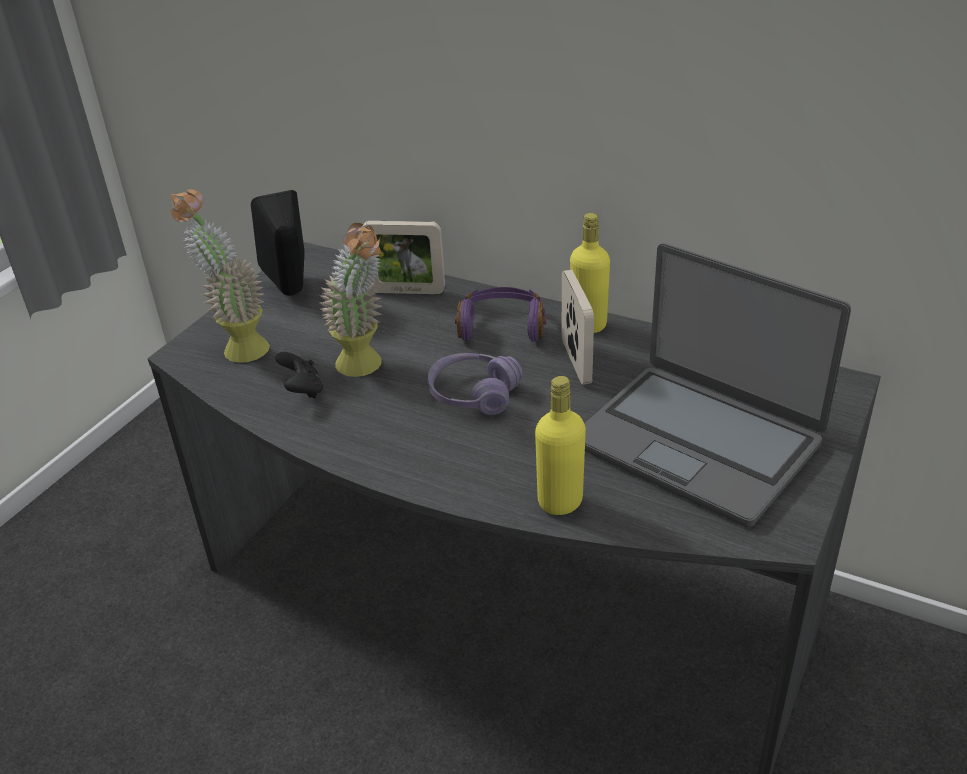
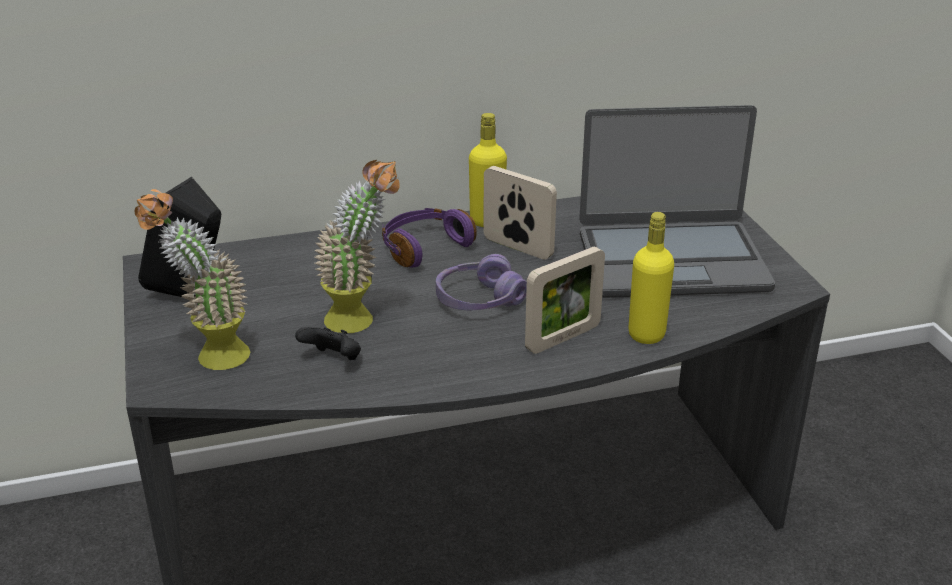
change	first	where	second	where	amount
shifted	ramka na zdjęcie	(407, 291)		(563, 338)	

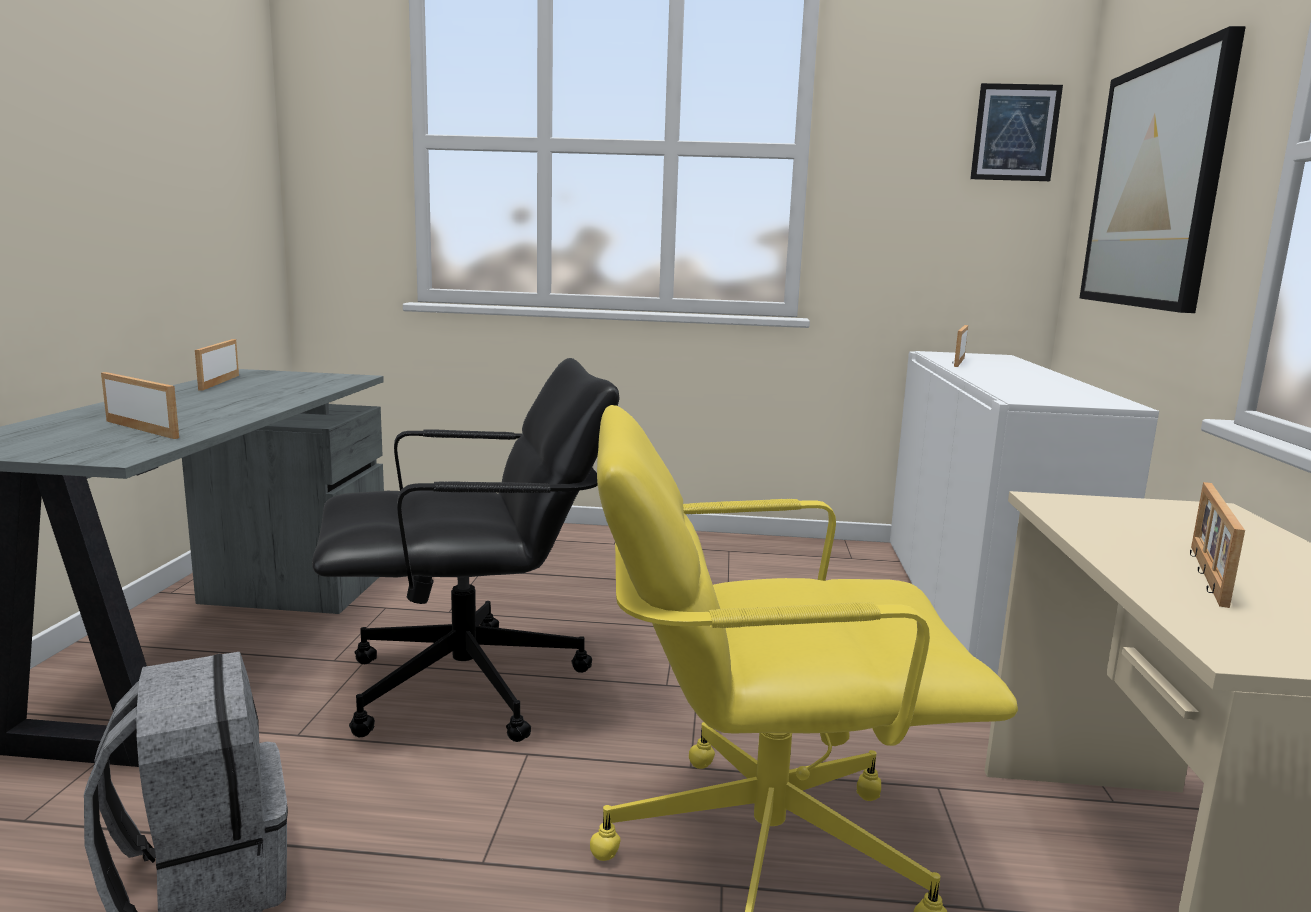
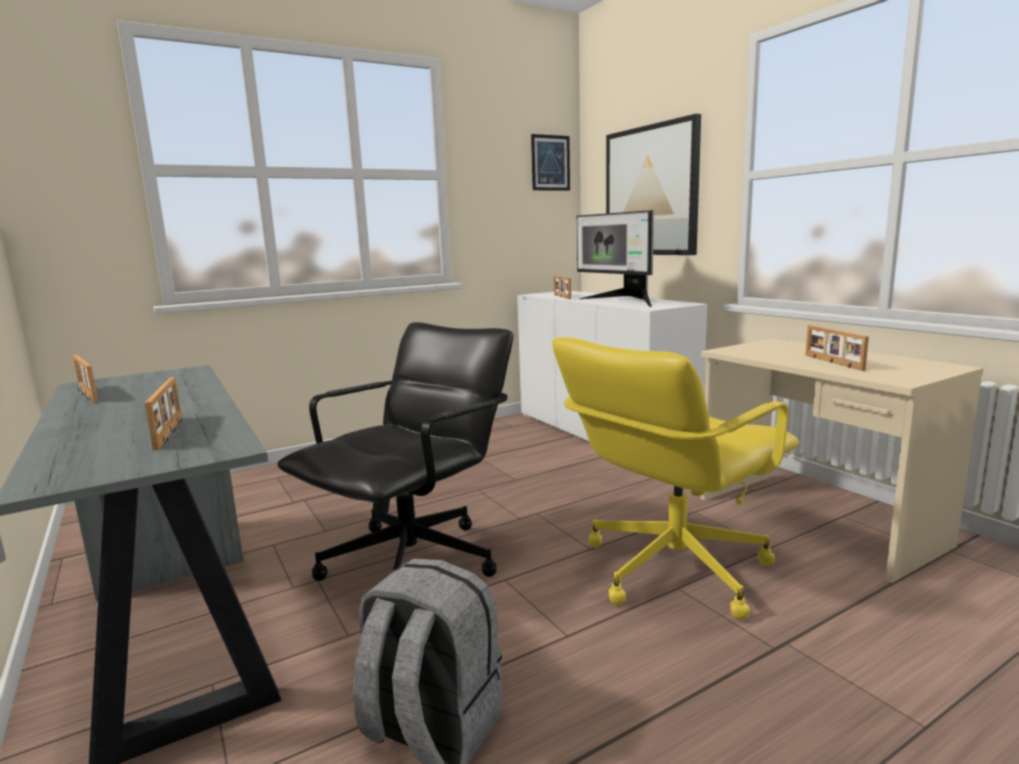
change	first	where	second	where	amount
rotated	ramka na zdjęcie	(143, 429)		(170, 432)	75 degrees clockwise
new			monitor	(623, 301)	

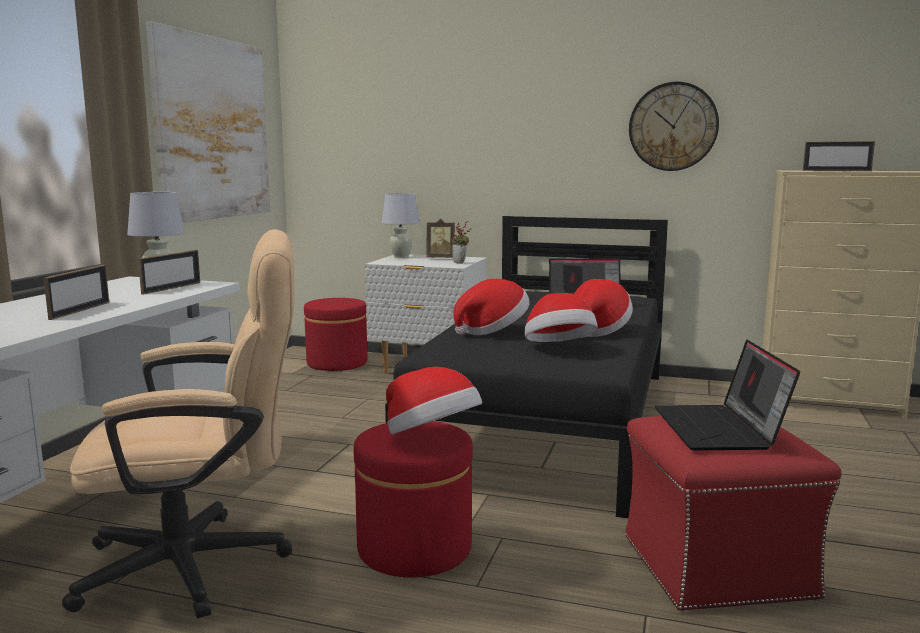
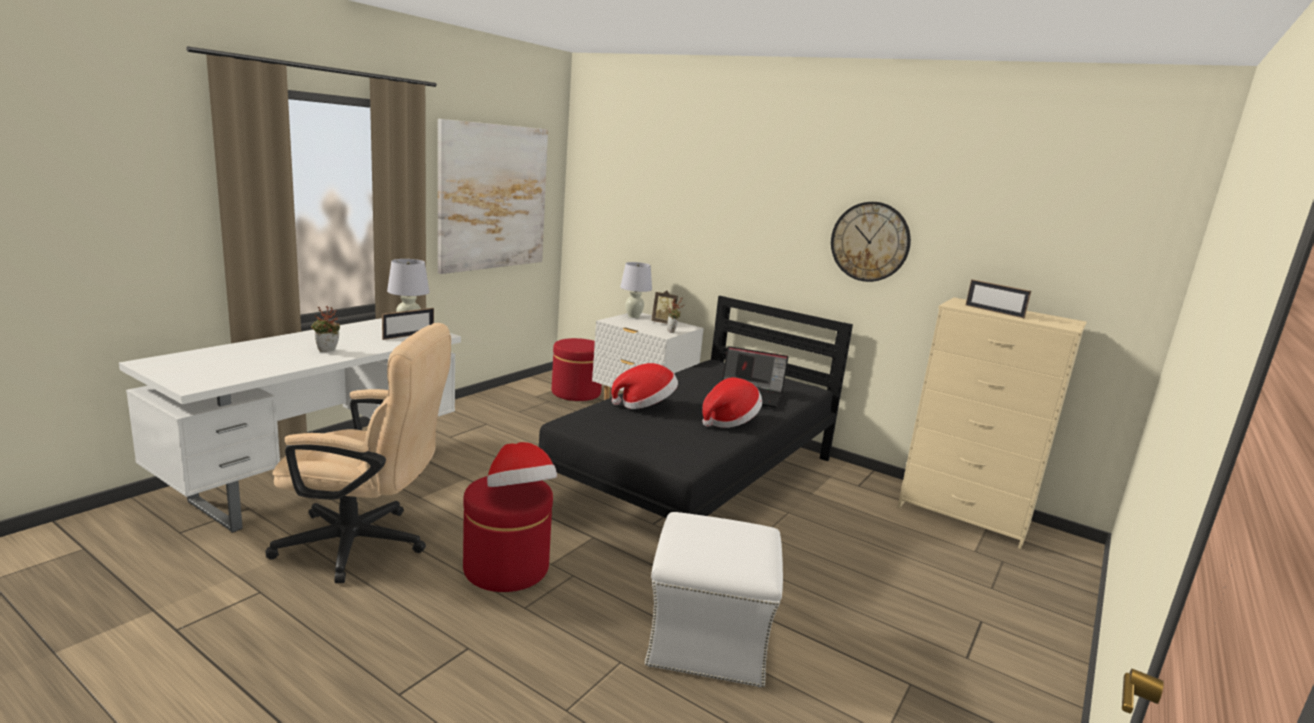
change	first	where	second	where	amount
swapped	ramka na zdjęcie	(80, 310)	roślina doniczkowa	(327, 351)	
repainted	pufa [czerwony]	(715, 567)	pufa [biały]	(707, 640)	
gone	kapelusz	(559, 348)			
gone	laptop	(720, 430)			

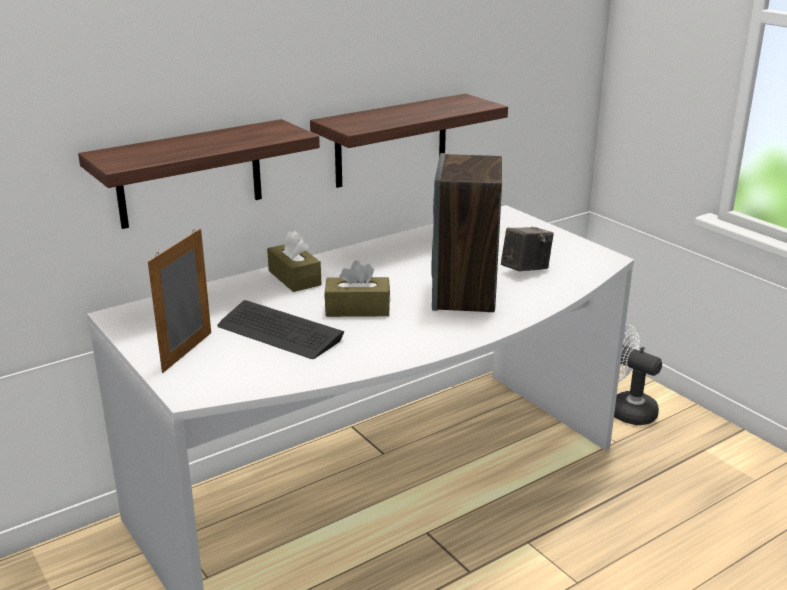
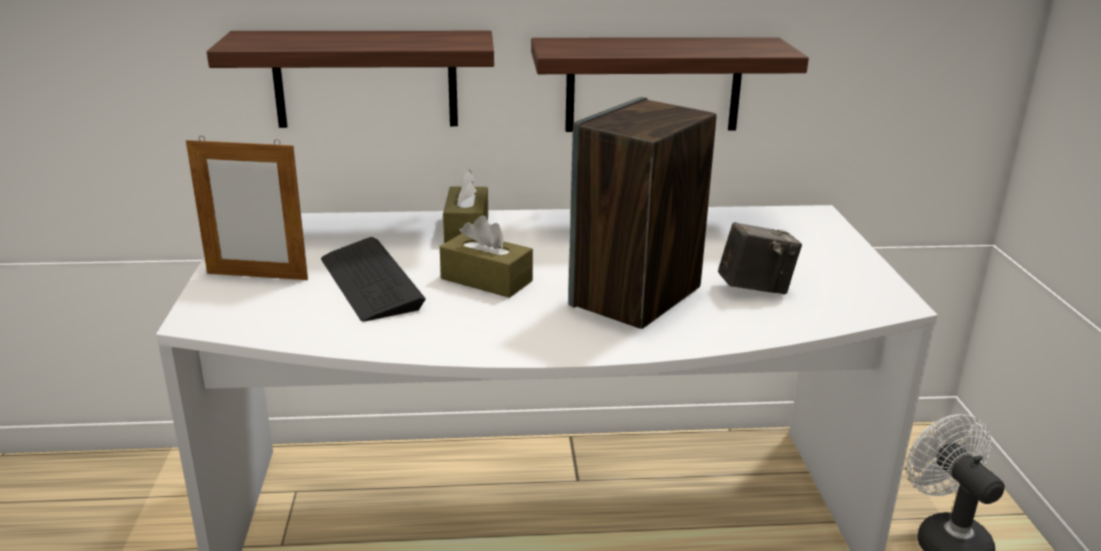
change	first	where	second	where	amount
rotated	ramka na zdjęcie	(187, 352)		(257, 276)	135 degrees counterclockwise

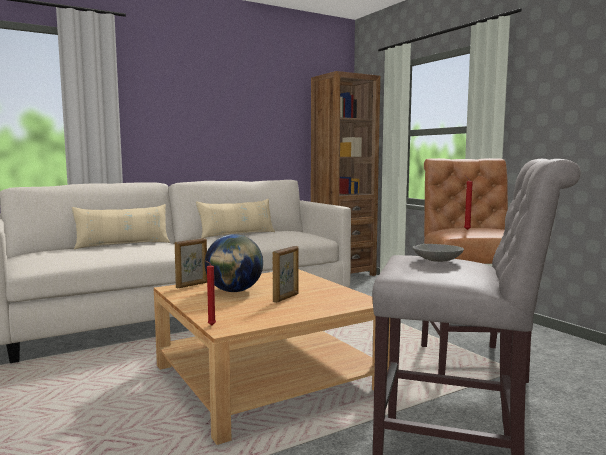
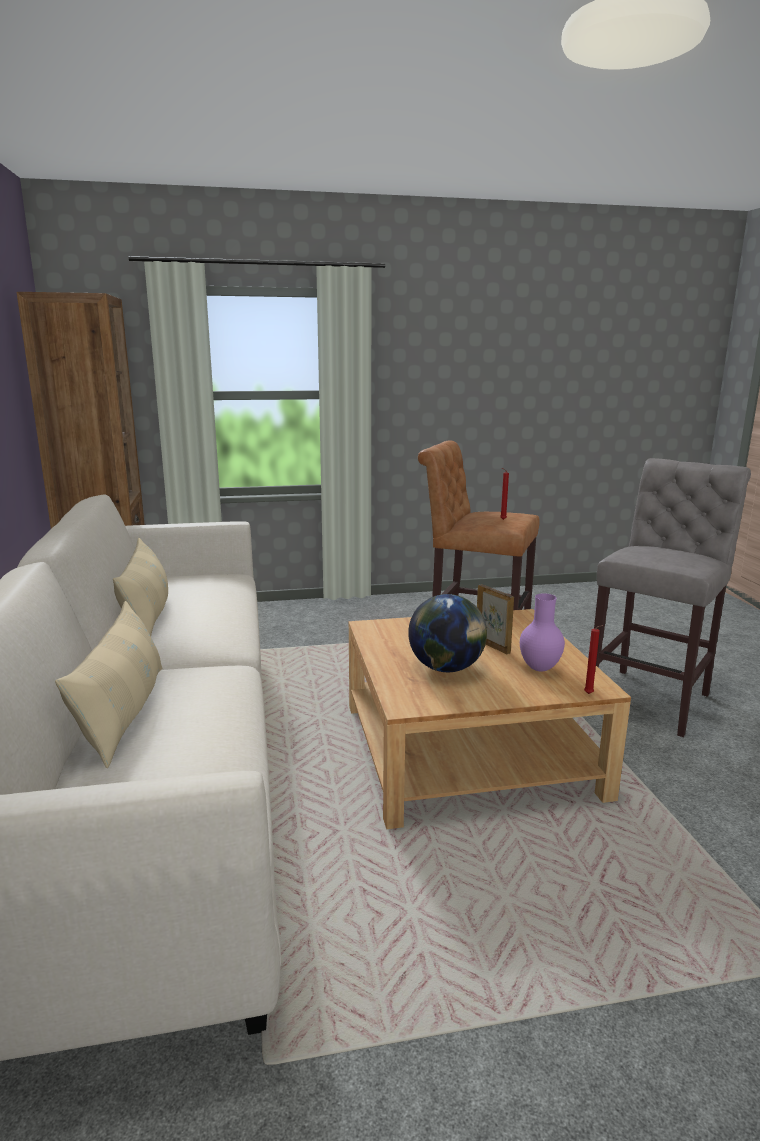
change	first	where	second	where	amount
new			wazon [fioletowy]	(538, 668)	
gone	ramka na zdjęcie	(192, 285)			
gone	miska [szary]	(437, 260)			

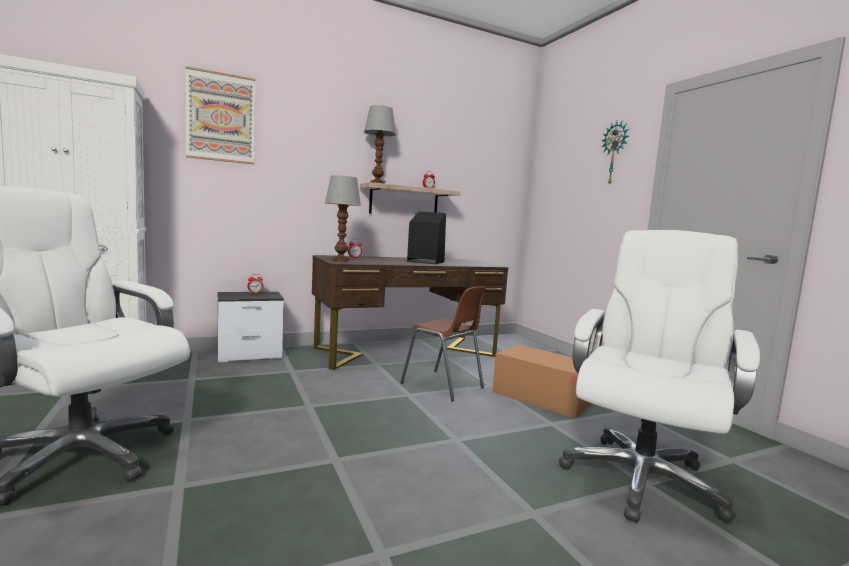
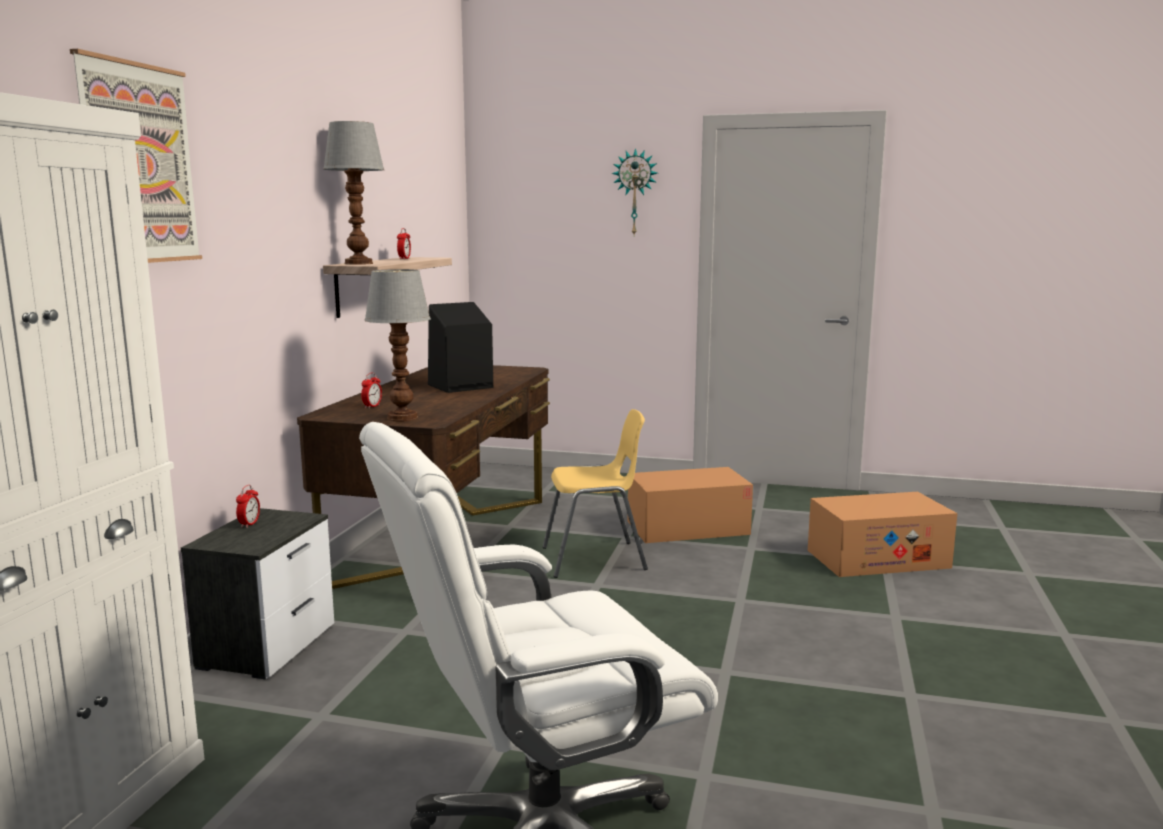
change	first	where	second	where	amount
repainted	krzesło [brązowy]	(443, 386)	krzesło [żółty]	(595, 559)	
swapped	krzesło biurowe [biały]	(641, 479)	karton	(877, 559)	

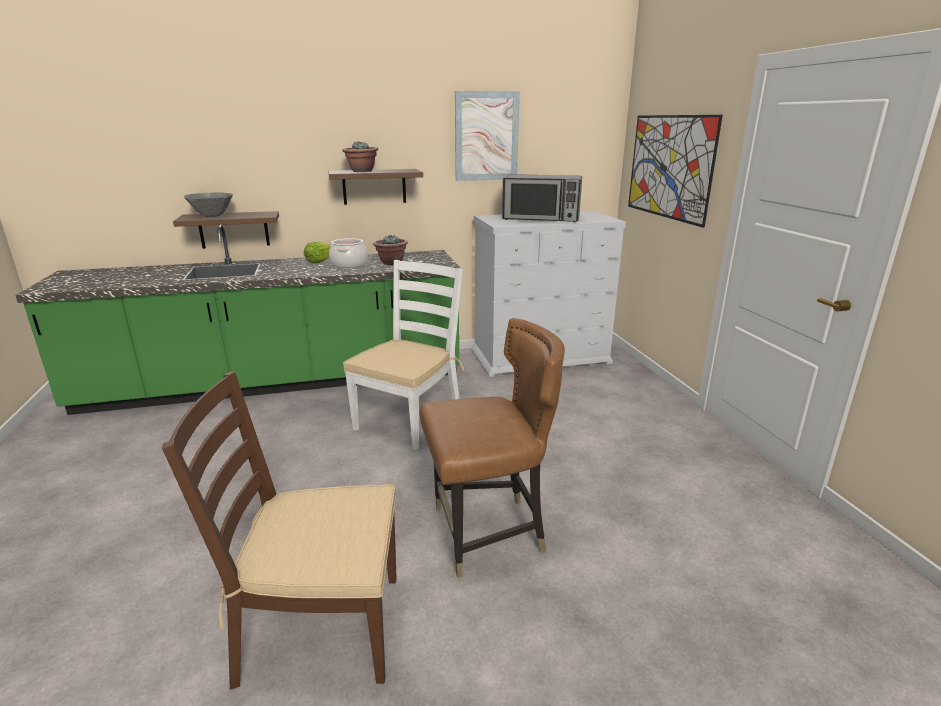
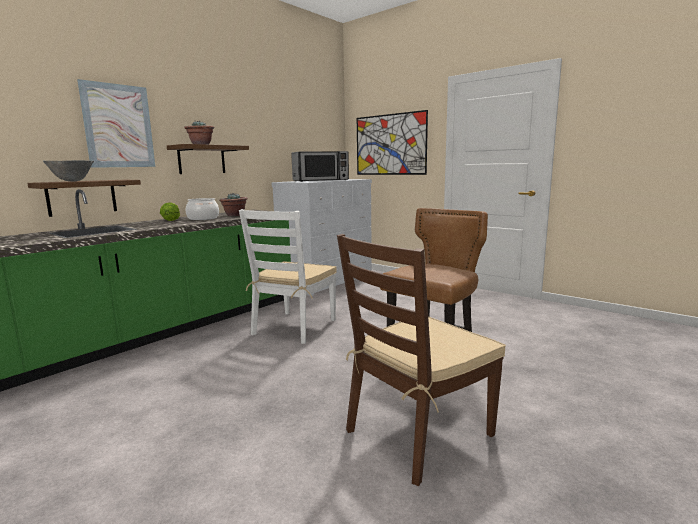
change	first	where	second	where	amount
shifted	obraz	(486, 136)		(118, 126)	
rotated	krzesło [biały]	(409, 420)		(294, 327)	150 degrees counterclockwise

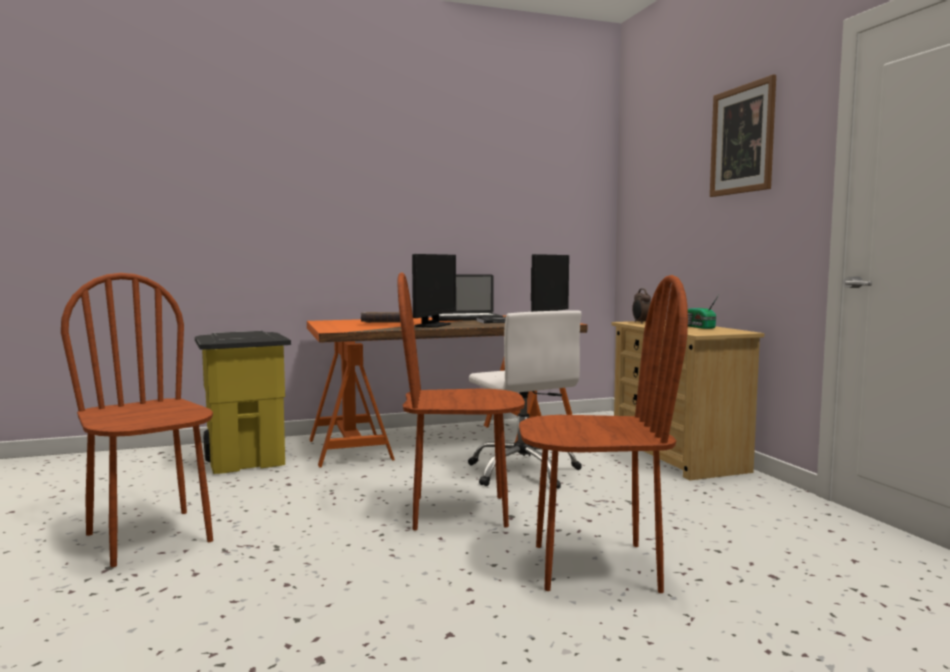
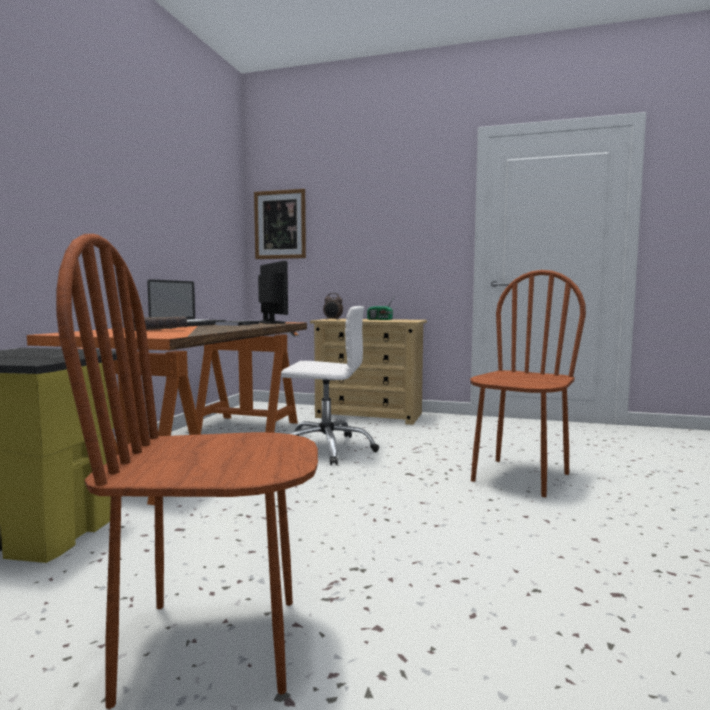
change	first	where	second	where	amount
shifted	obraz	(742, 140)		(280, 225)	
gone	krzesło [brązowy]	(459, 512)			
gone	monitor	(433, 325)			

